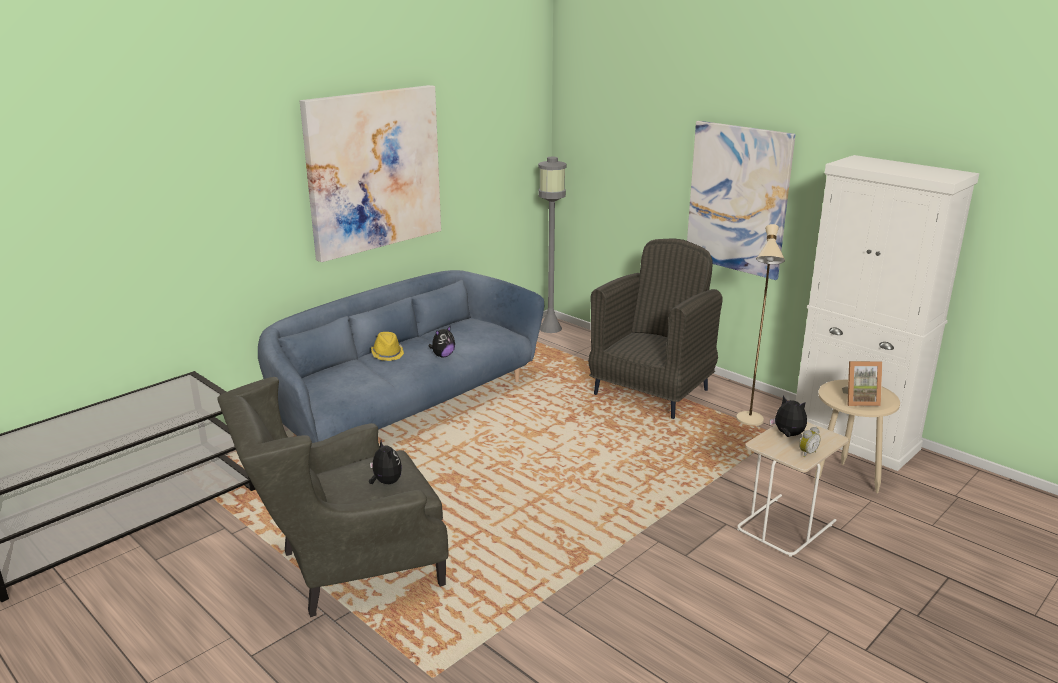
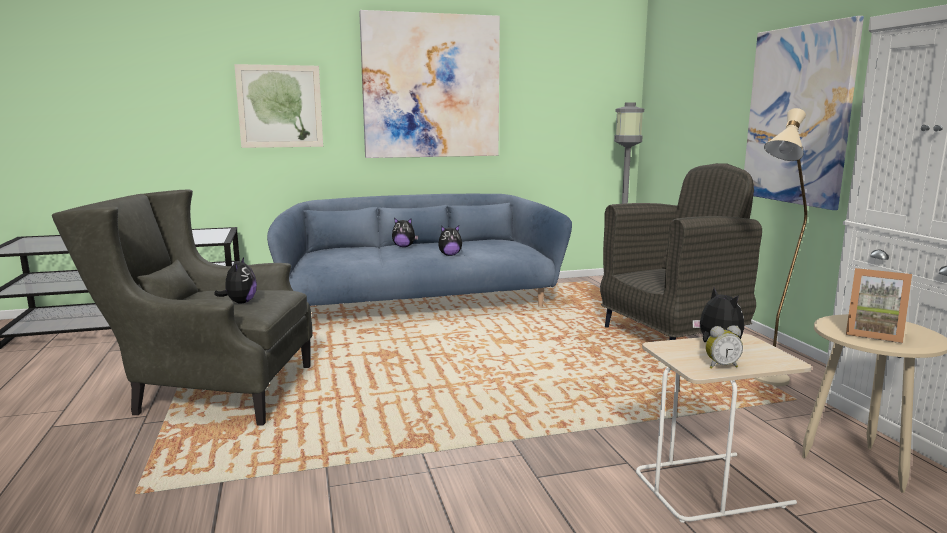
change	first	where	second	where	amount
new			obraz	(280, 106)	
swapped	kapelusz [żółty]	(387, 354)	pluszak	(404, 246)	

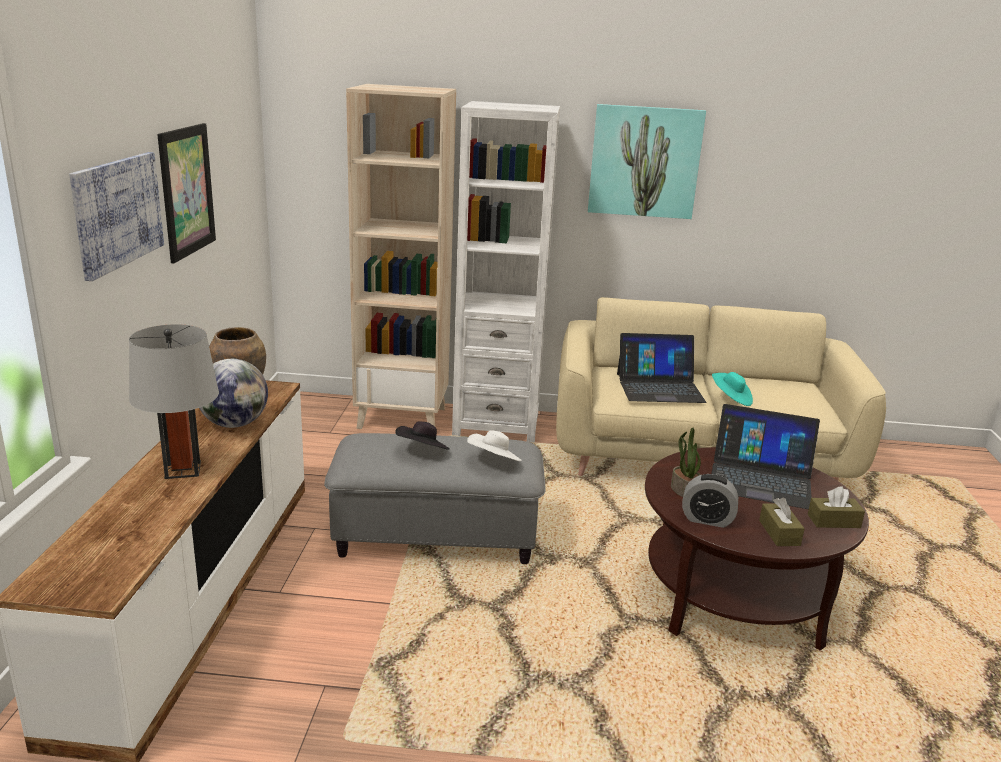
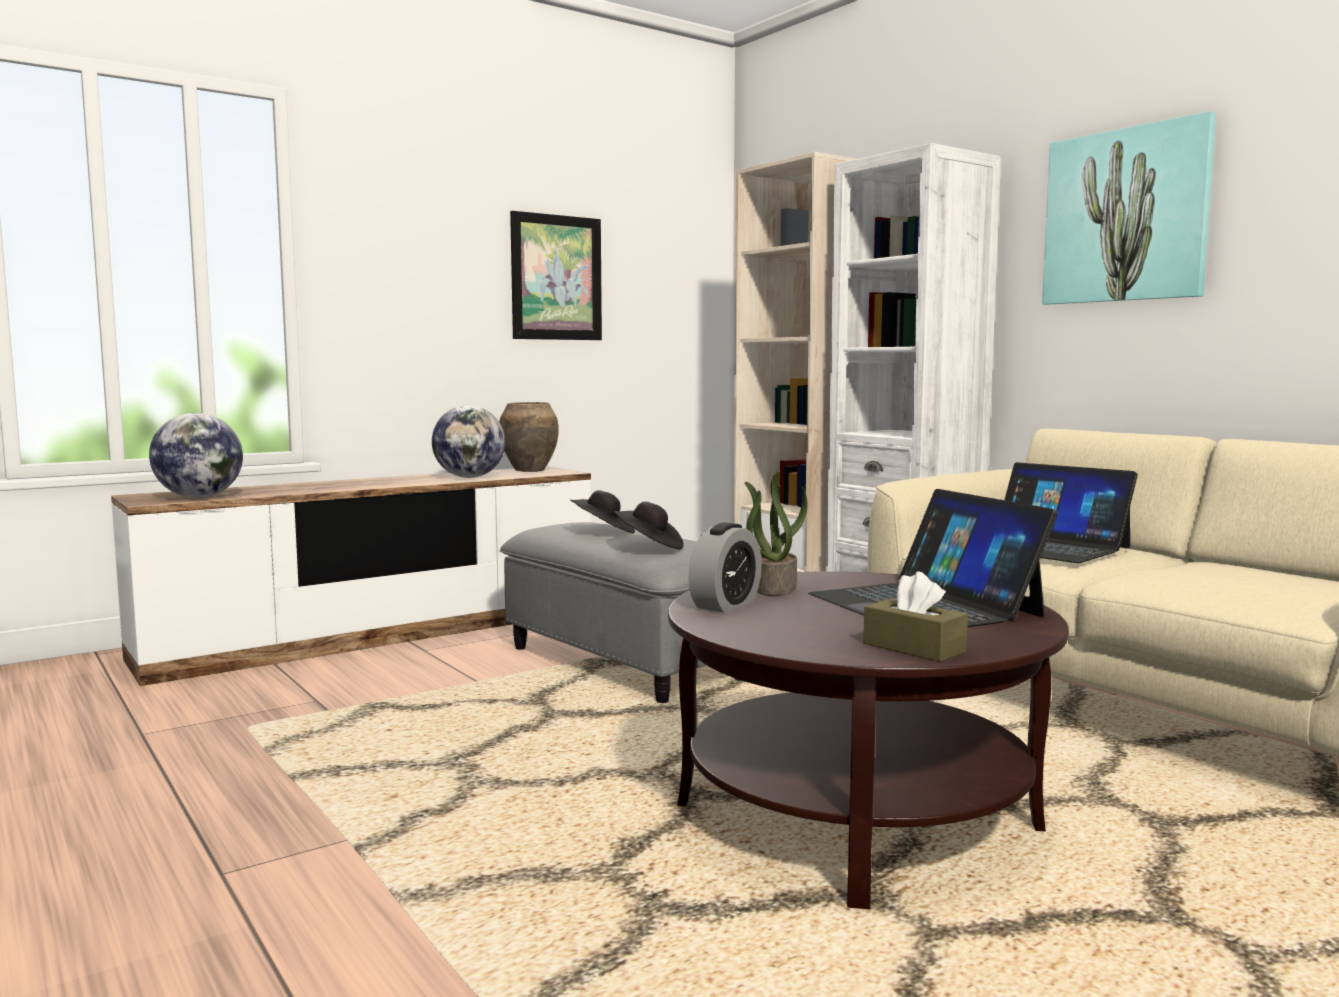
change	first	where	second	where	amount
new			globus	(199, 497)	
repainted	kapelusz [biały]	(494, 461)	kapelusz [czarny]	(649, 546)	
rotated	budzik	(707, 519)		(725, 604)	120 degrees counterclockwise
gone	obraz	(117, 212)			
gone	lampa stołowa [szary]	(183, 470)			
gone	kapelusz [turkusowy]	(731, 399)			
gone	pudełko chusteczek [brązowy]	(779, 533)			

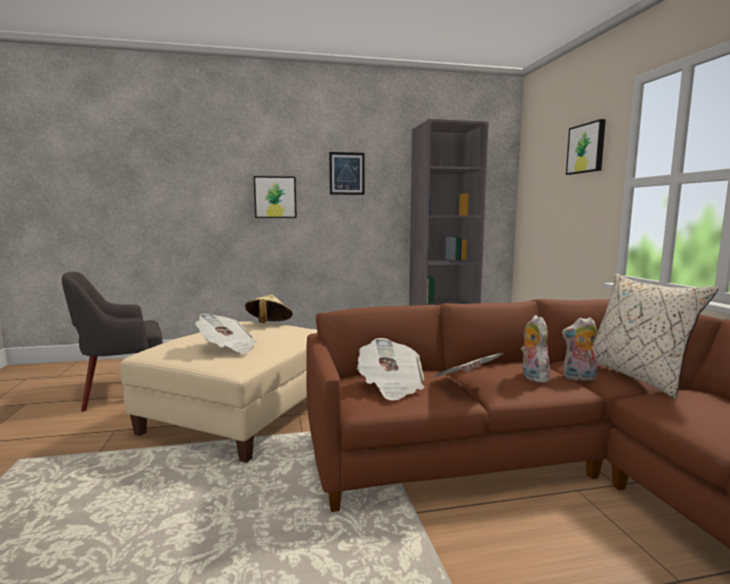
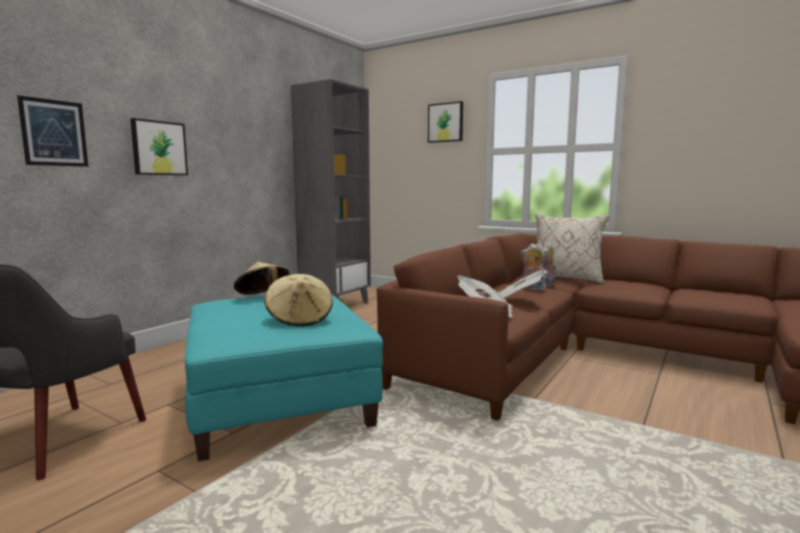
change	first	where	second	where	amount
shifted	obraz	(347, 173)		(54, 133)	
repainted	pufa [beżowy]	(241, 414)	pufa [turkusowy]	(278, 401)	
swapped	gazeta	(228, 348)	kapelusz [beżowy]	(300, 319)	

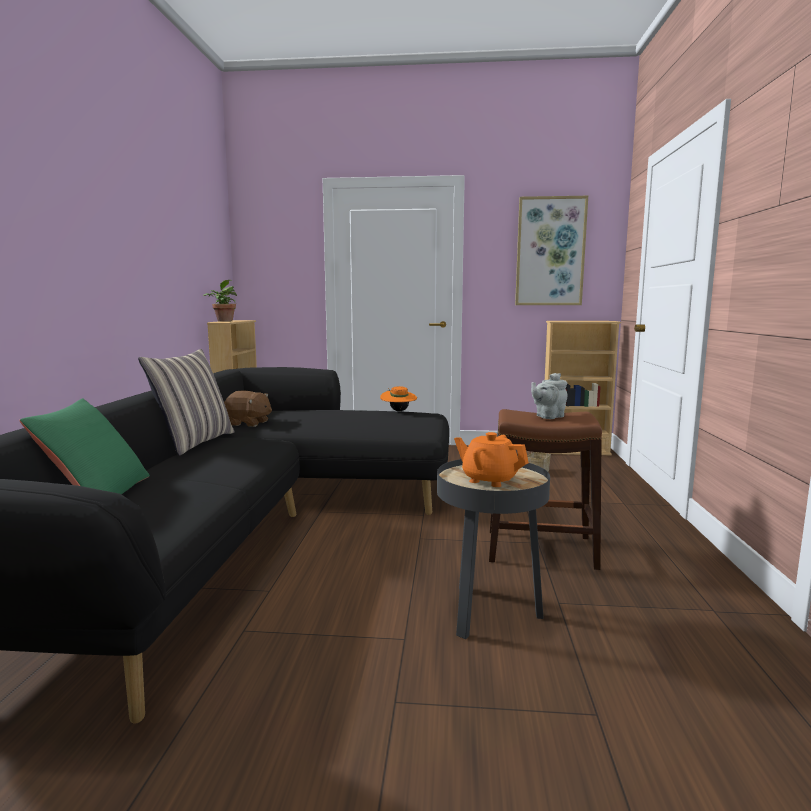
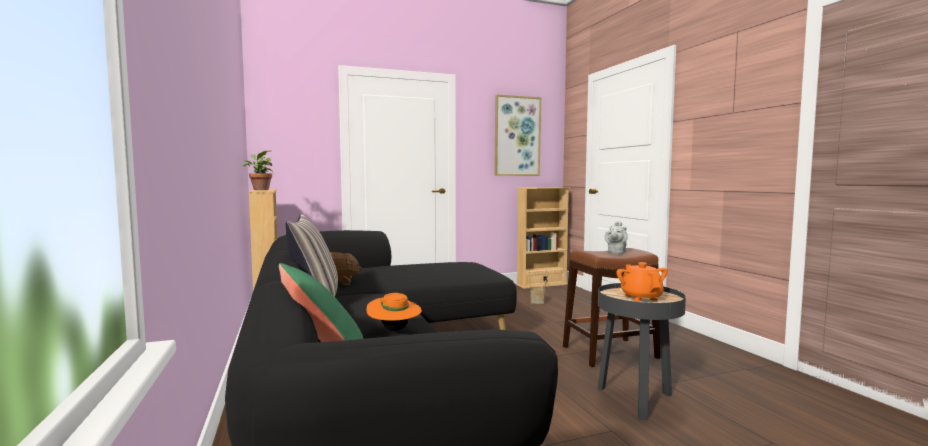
change	first	where	second	where	amount
shifted	kapelusz [pomarańczowy]	(398, 411)		(394, 330)	
rotated	imbryk [pomarańczowy]	(489, 480)		(641, 297)	75 degrees clockwise

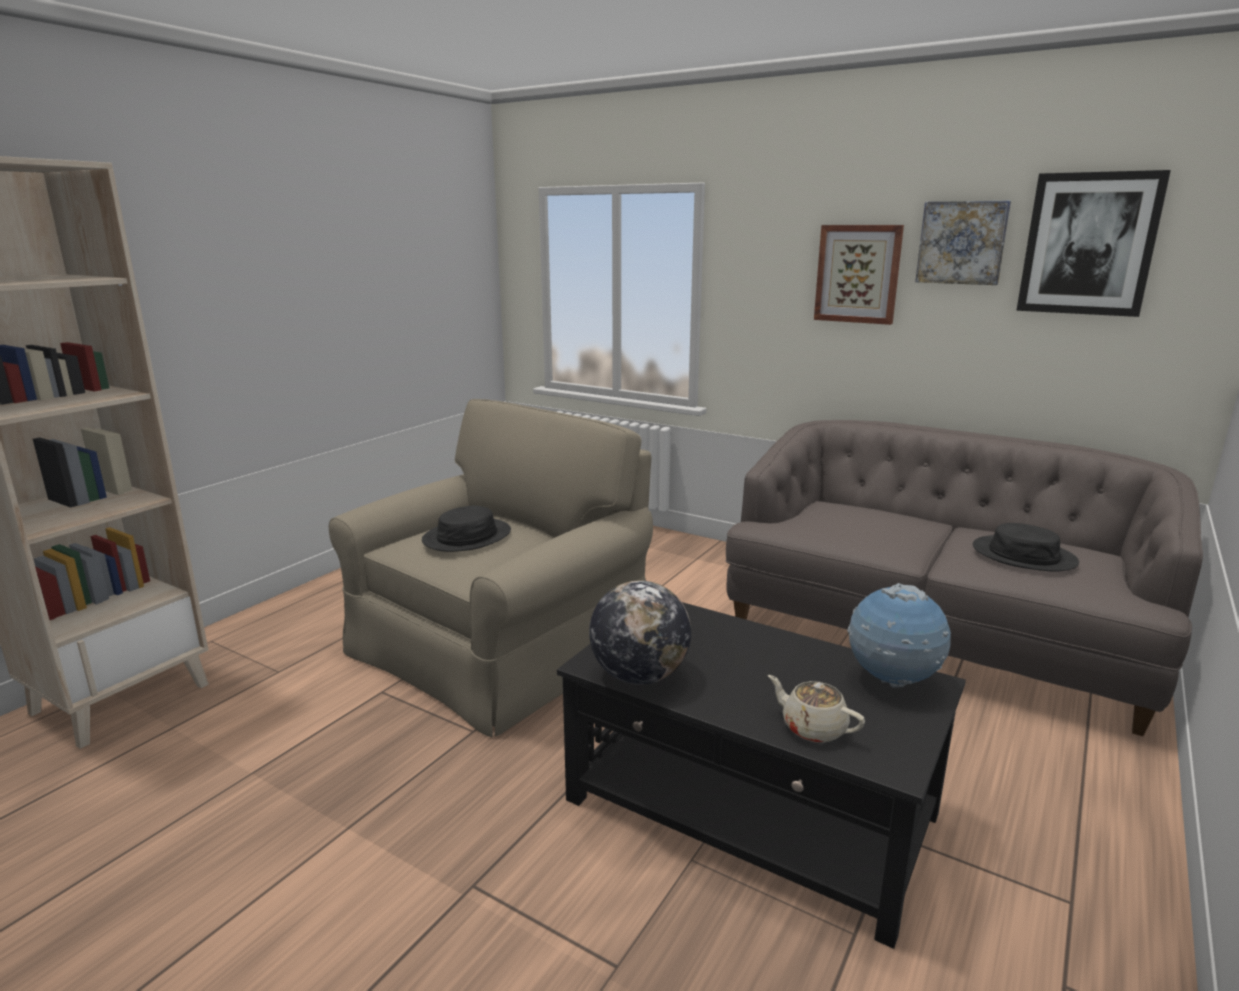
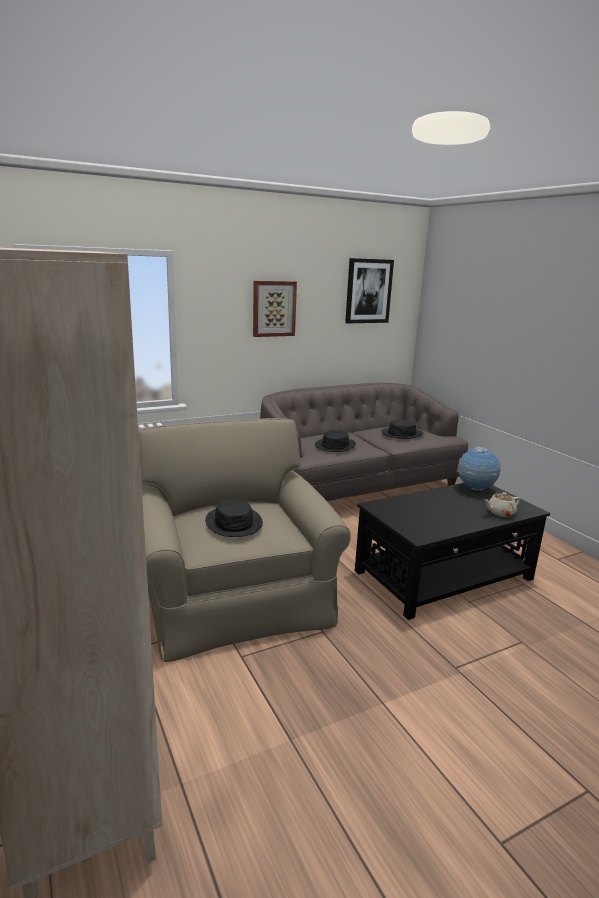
change	first	where	second	where	amount
new			kapelusz [czarny]	(335, 445)	
gone	globus	(639, 676)			
gone	obraz	(962, 242)			

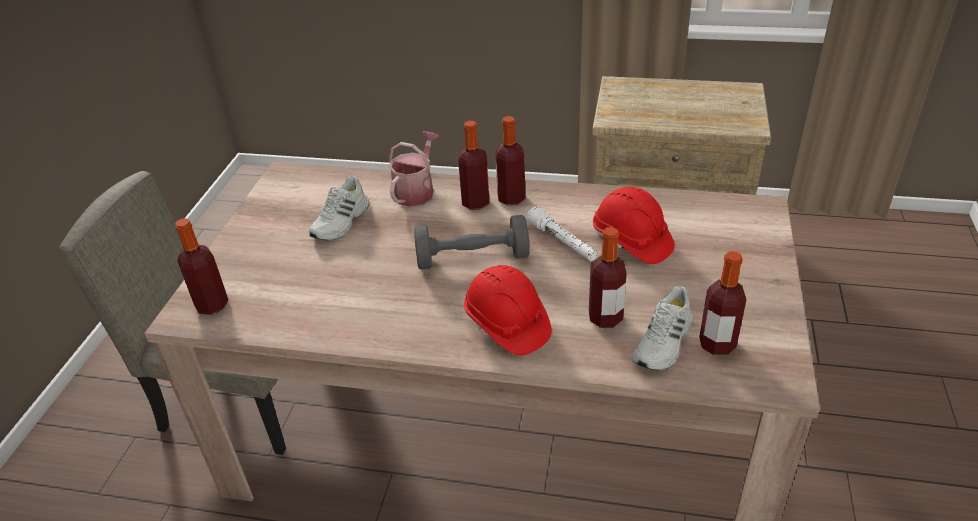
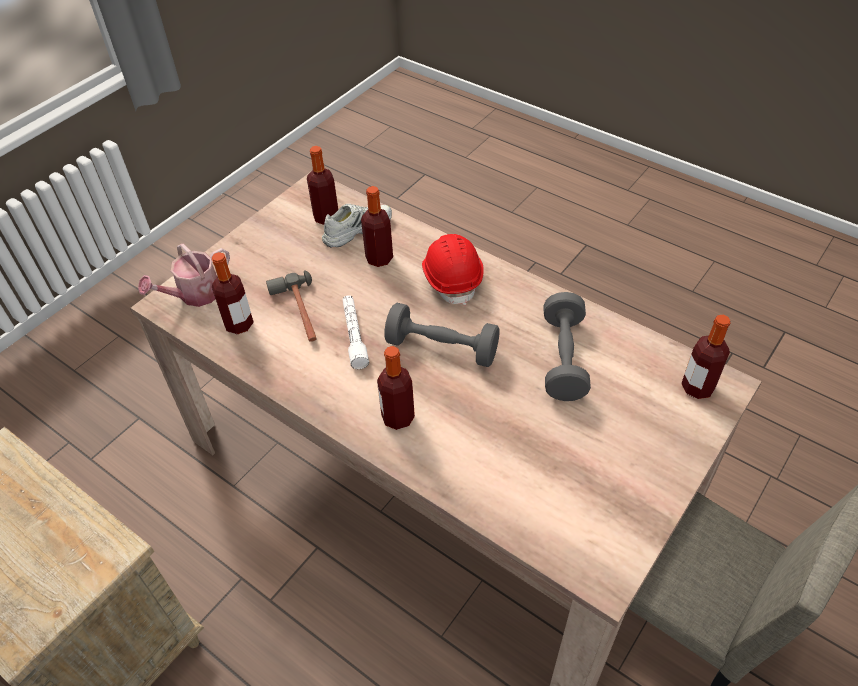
change	first	where	second	where	amount
shifted	konewka	(416, 191)		(194, 295)	
shifted	butelka	(511, 198)		(239, 324)	
swapped	kask [czerwony]	(631, 241)	młotek	(299, 313)	
new			hantel [szary]	(563, 358)	
gone	but [biały]	(341, 222)			

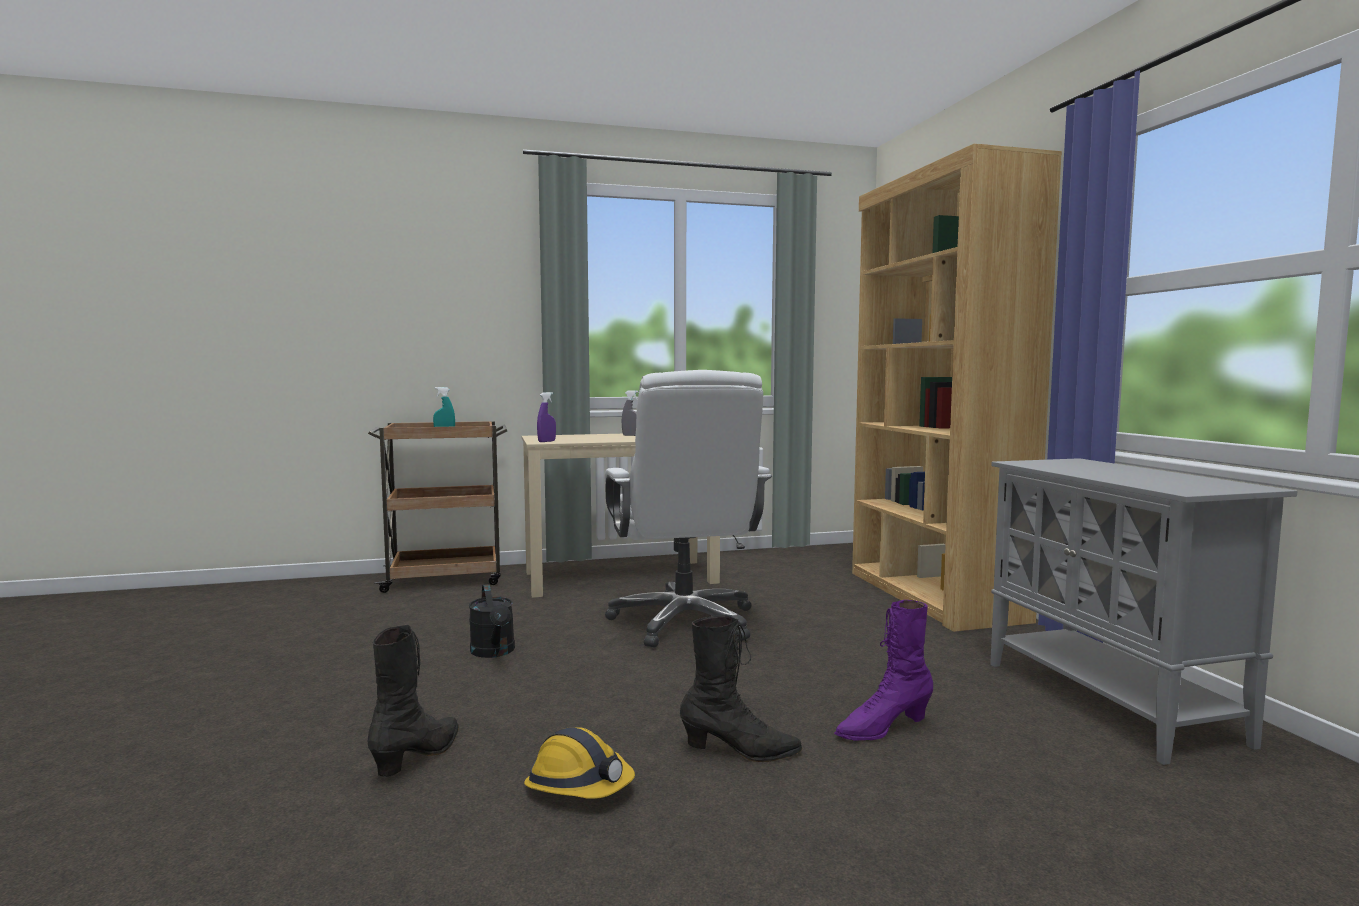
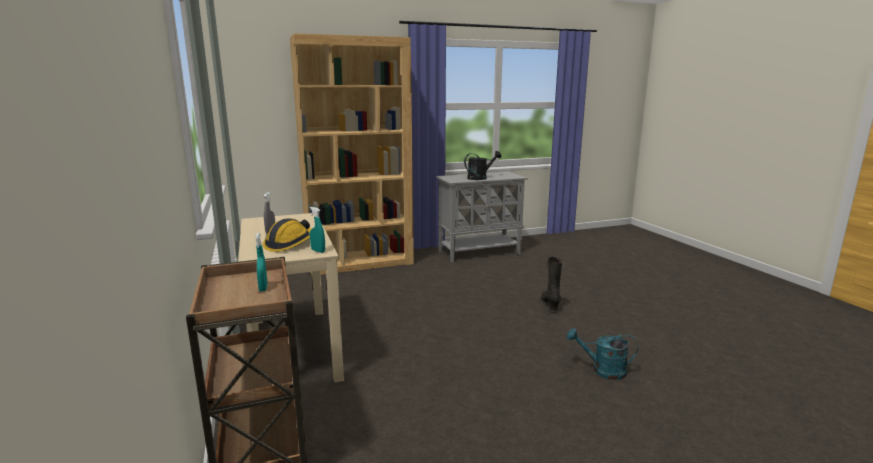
change	first	where	second	where	amount
shifted	kask	(579, 785)		(290, 244)	
repainted	spryskiwacz [fioletowy]	(546, 441)	spryskiwacz [turkusowy]	(318, 251)	
shifted	konewka [czarny]	(494, 652)		(480, 178)	
swapped	but z cholewką [czarny]	(419, 756)	konewka [turkusowy]	(602, 370)	
gone	krzesło biurowe [biały]	(684, 622)			
gone	but z cholewką [fioletowy]	(883, 728)			

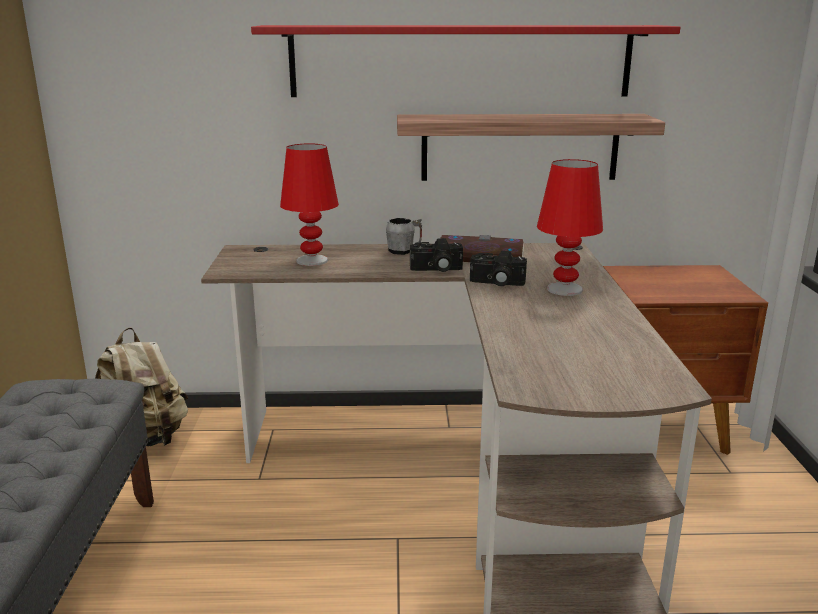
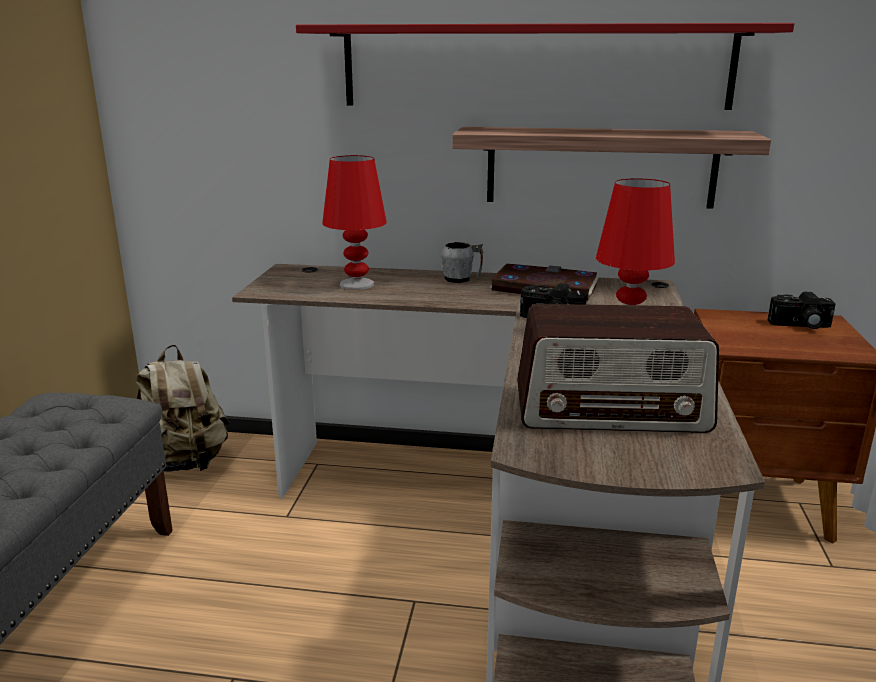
change	first	where	second	where	amount
new			radio	(611, 408)	
shifted	aparat fotograficzny	(436, 269)		(800, 326)	

